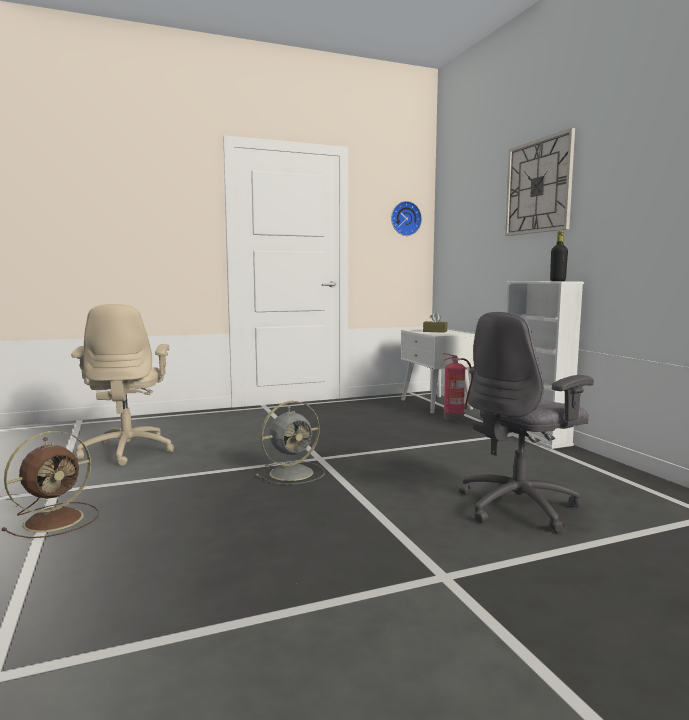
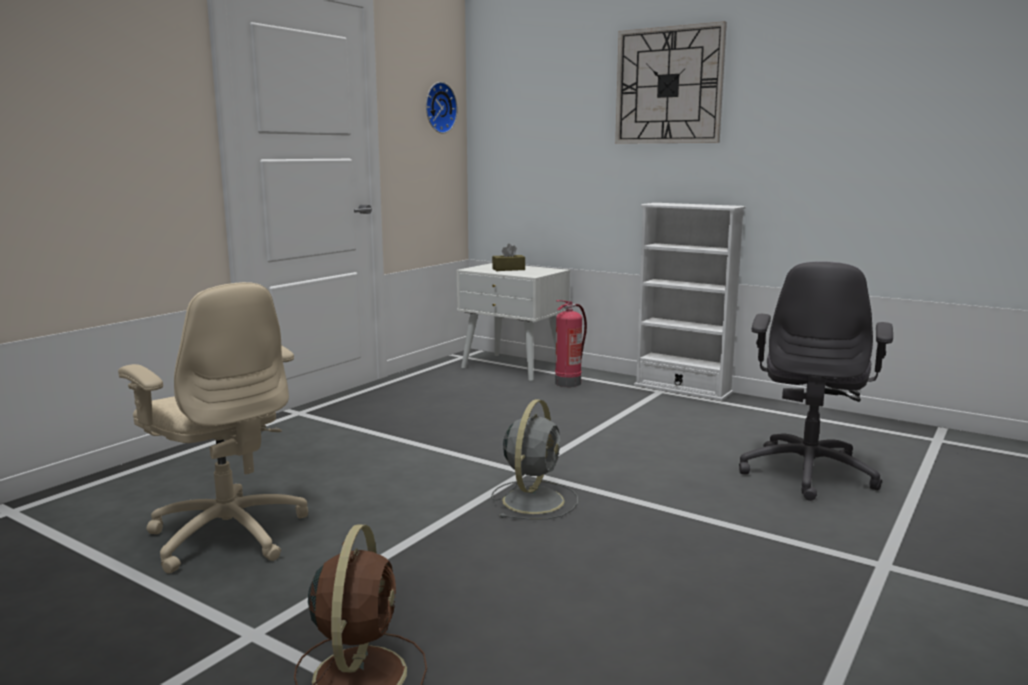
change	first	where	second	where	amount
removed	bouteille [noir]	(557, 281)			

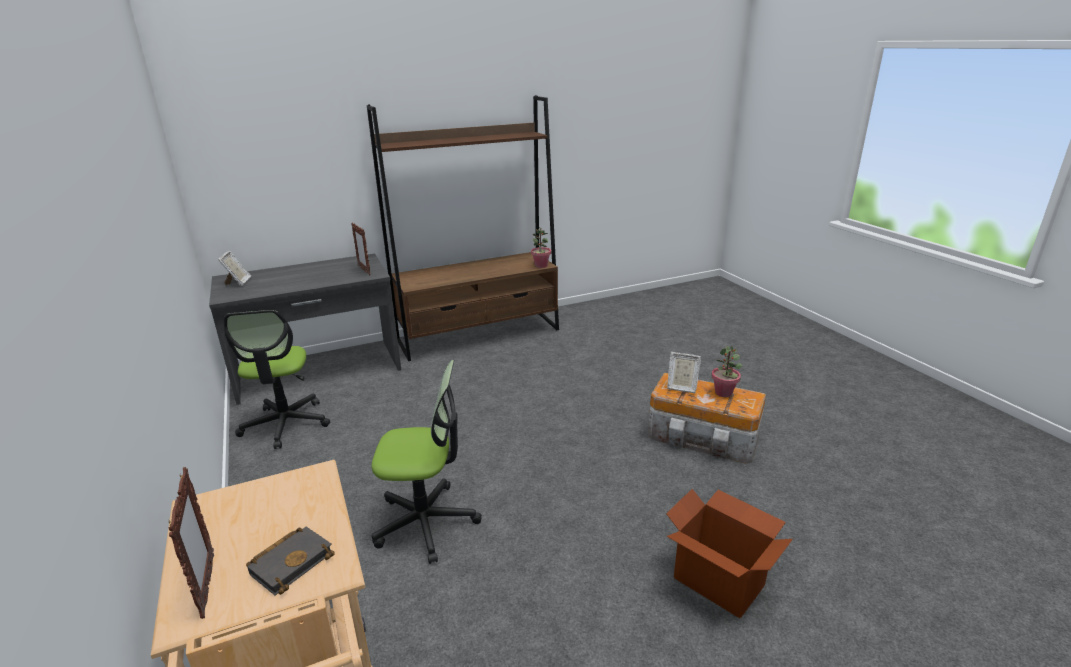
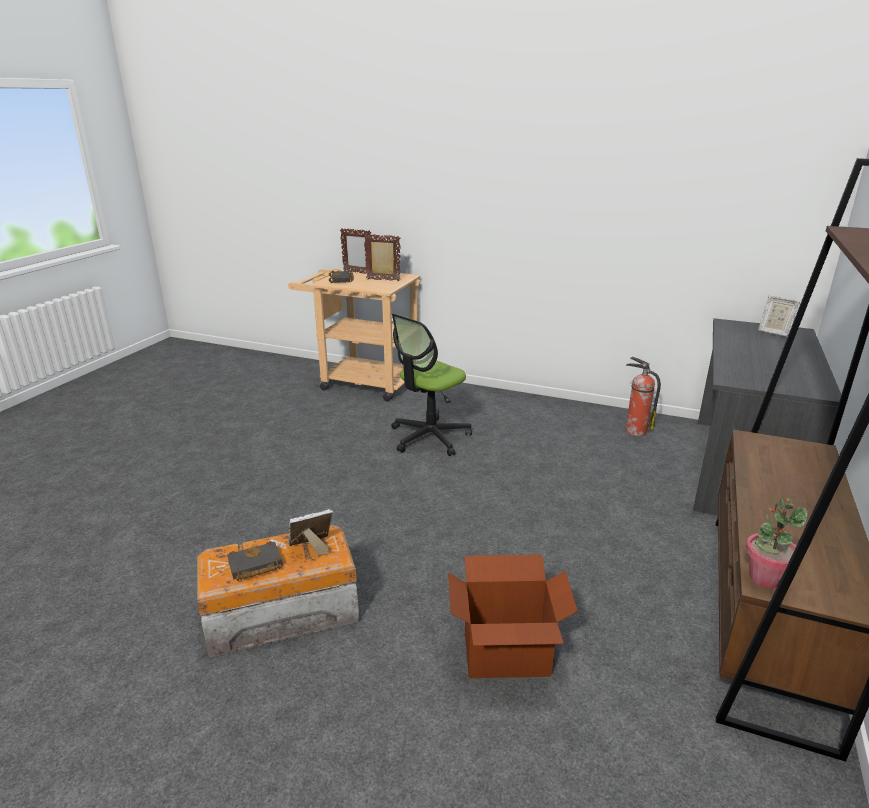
change	first	where	second	where	amount
replaced	plante en pot	(723, 393)	livre [noir]	(254, 566)	
moved	cadre photo	(364, 270)		(383, 280)	
moved	carton	(719, 581)		(506, 655)	
replaced	chaise de bureau	(285, 424)	extincteur	(634, 430)	

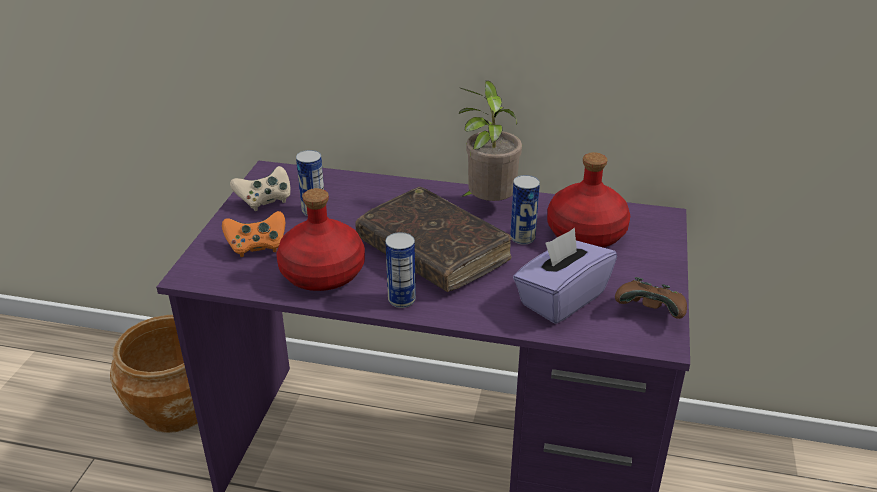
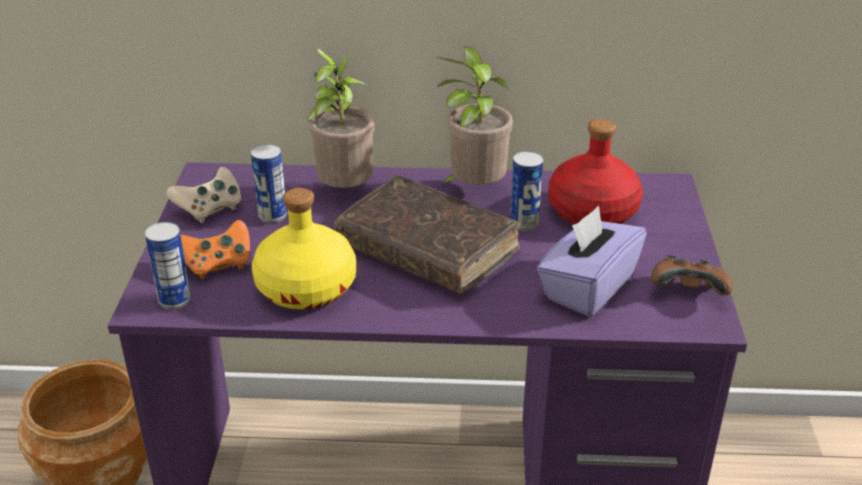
change	first	where	second	where	amount
moved	boîte métallique	(401, 300)		(174, 300)	
recoloured	bouteille [rouge]	(323, 273)	bouteille [jaune]	(307, 288)	
added			plante en pot	(344, 192)	

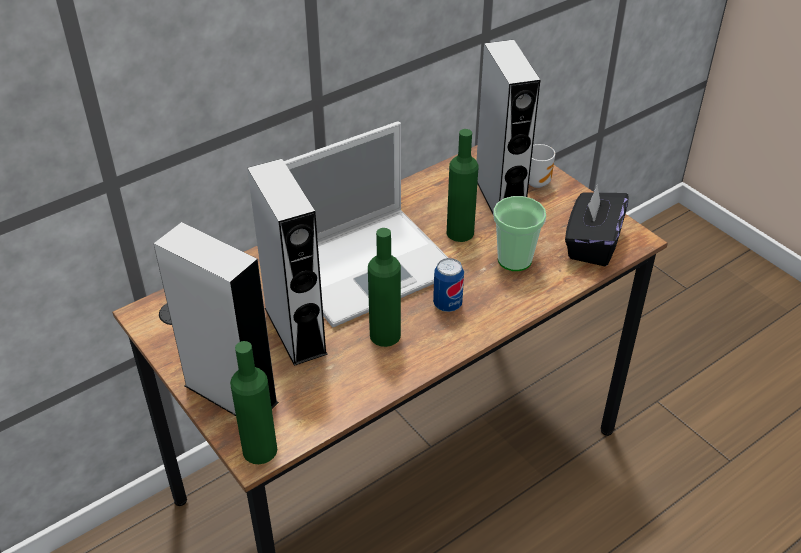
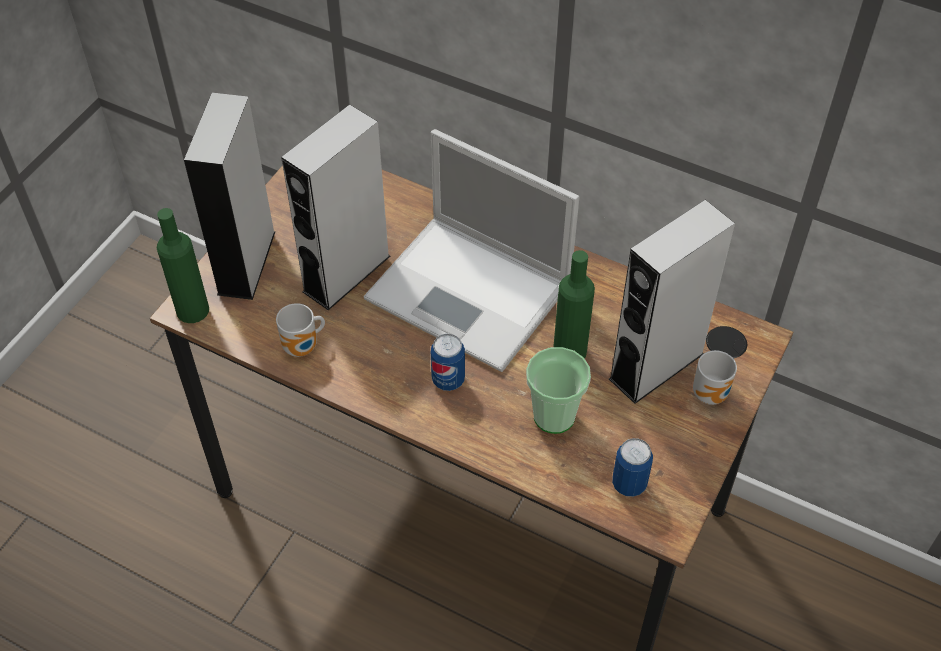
change	first	where	second	where	amount
added			mug	(303, 347)	
replaced	boîte à mouchoirs [noir]	(592, 244)	boîte métallique	(629, 484)	
removed	bouteille [vert]	(385, 335)			

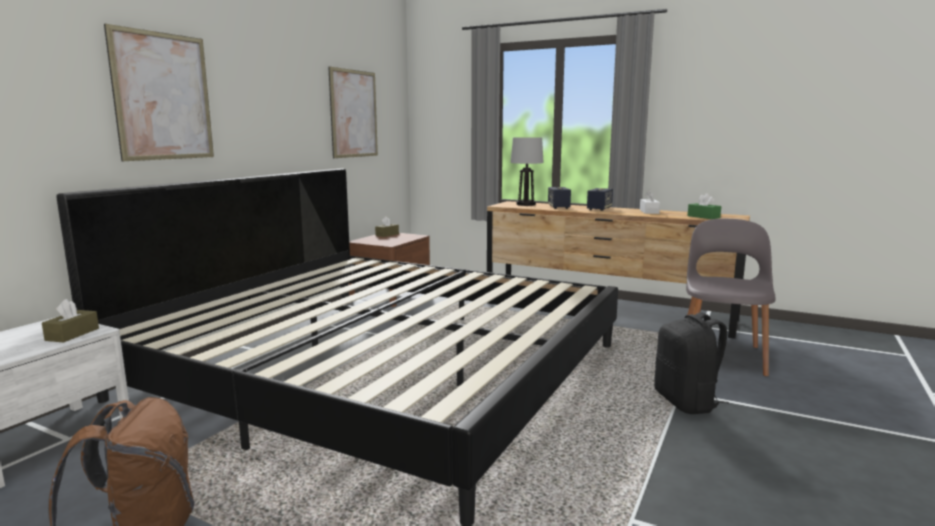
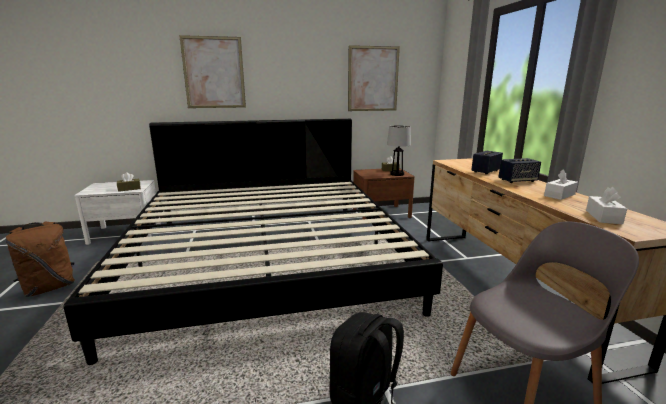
change	first	where	second	where	amount
moved	lampe de table	(525, 204)		(397, 174)	
recoloured	boîte à mouchoirs [vert]	(703, 217)	boîte à mouchoirs [blanc]	(603, 217)	

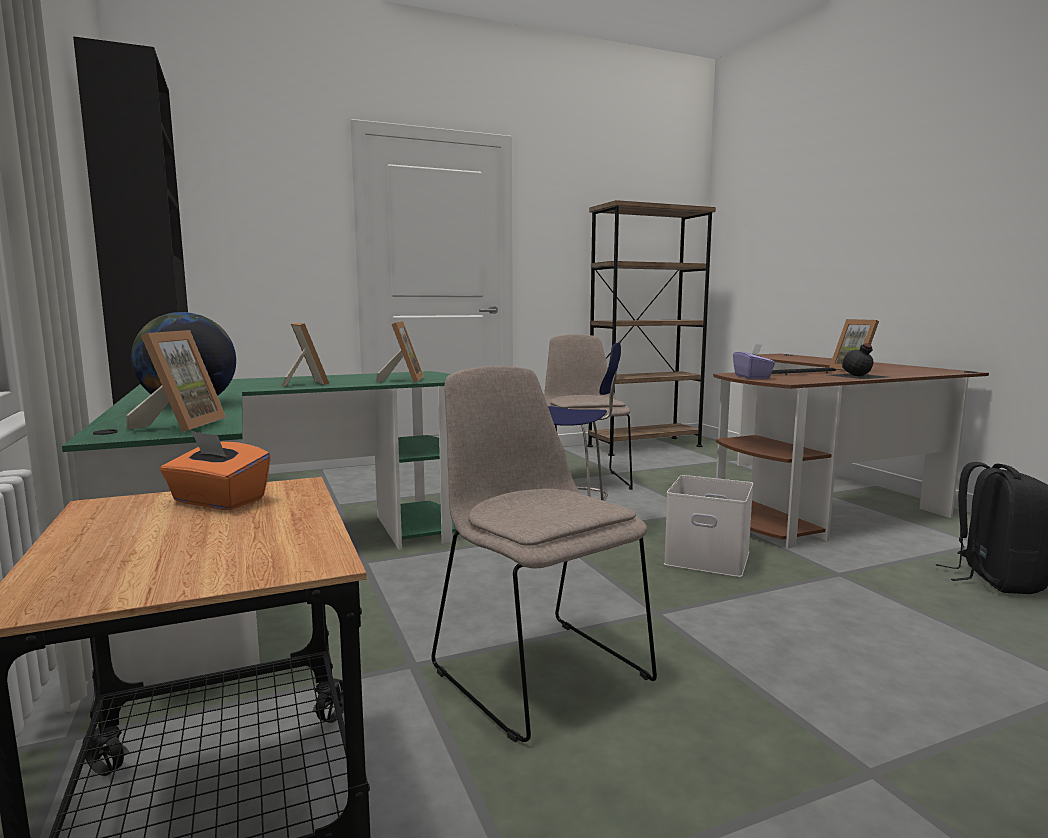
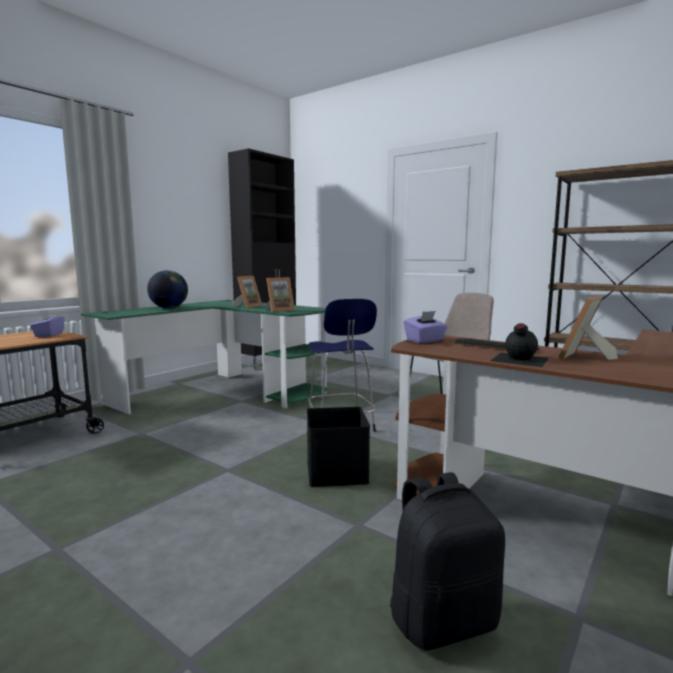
change	first	where	second	where	amount
recoloured	boîte à mouchoirs [orange]	(218, 501)	boîte à mouchoirs [violet]	(48, 335)	
recoloured	boîte de rangement [blanc]	(709, 557)	boîte de rangement [noir]	(338, 472)	
removed	cadre photo	(180, 425)			
removed	chaise [beige]	(537, 670)			

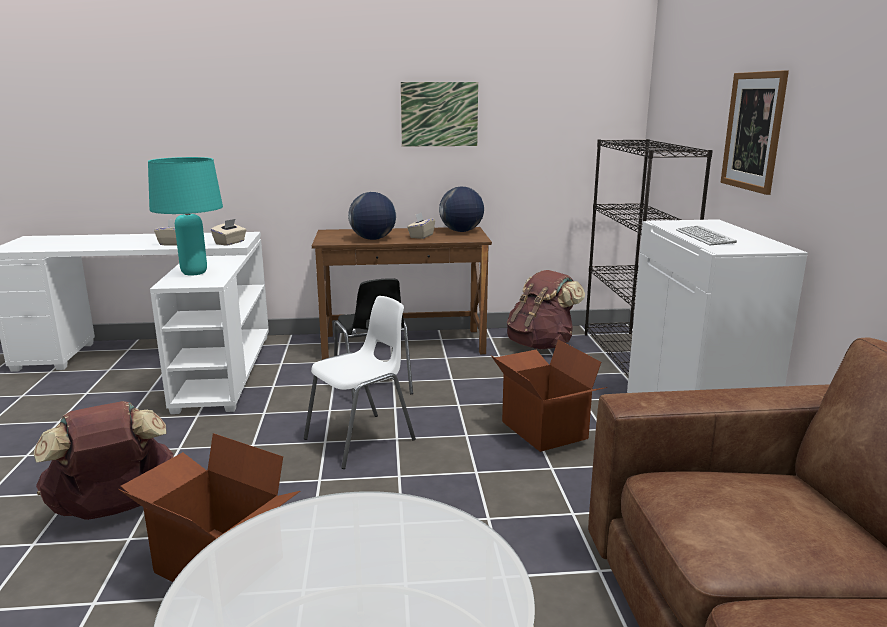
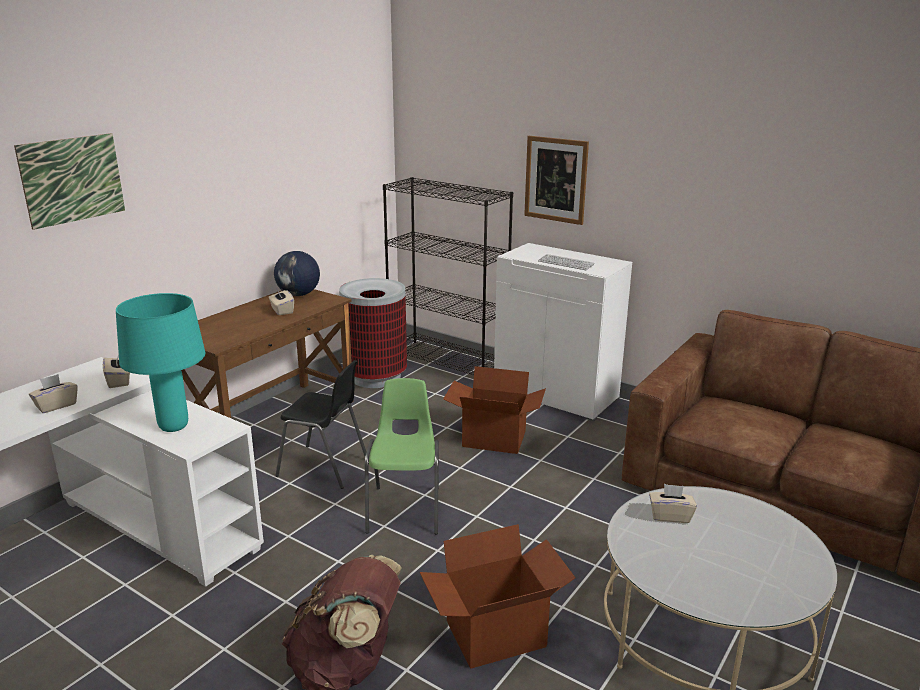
change	first	where	second	where	amount
moved	tableau	(439, 114)		(72, 179)	
replaced	sac à dos [marron]	(541, 345)	poubelle	(376, 377)	
recoloured	chaise [blanc]	(361, 440)	chaise [vert]	(405, 509)	
added			boîte à mouchoirs [beige]	(670, 516)	
removed	globe	(373, 239)			

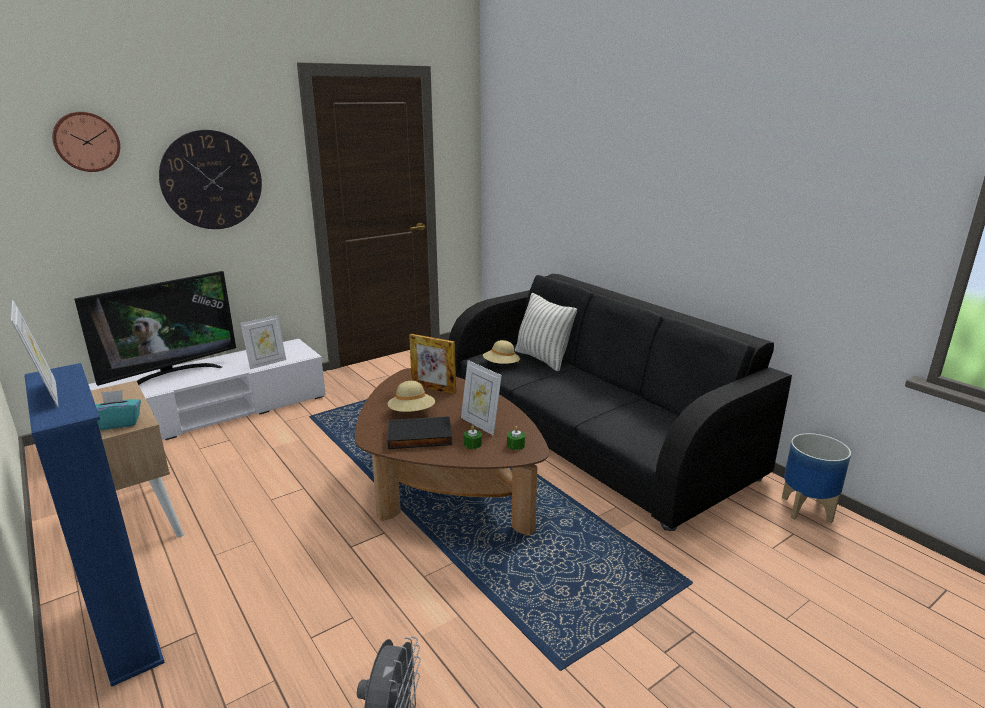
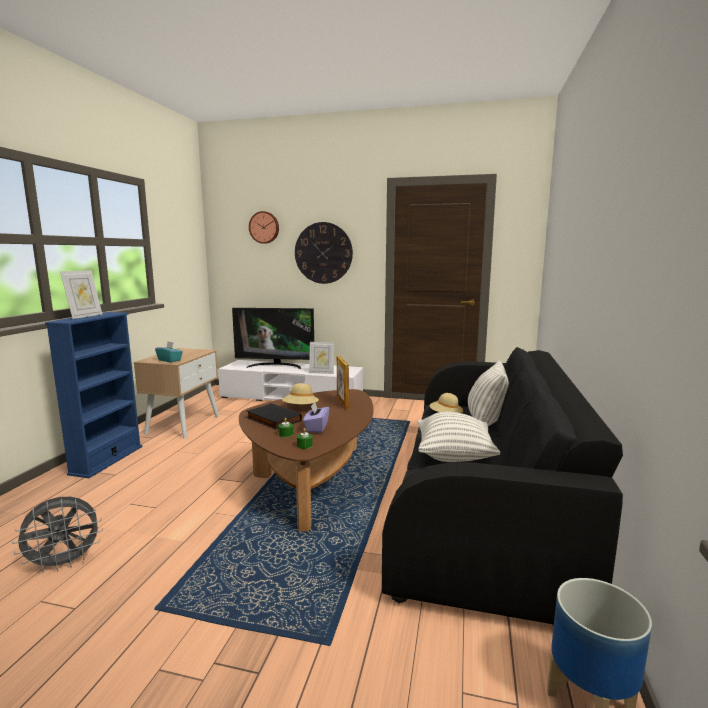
change	first	where	second	where	amount
replaced	cadre photo	(480, 424)	boîte à mouchoirs [violet]	(316, 428)	
added			coussin	(454, 456)	

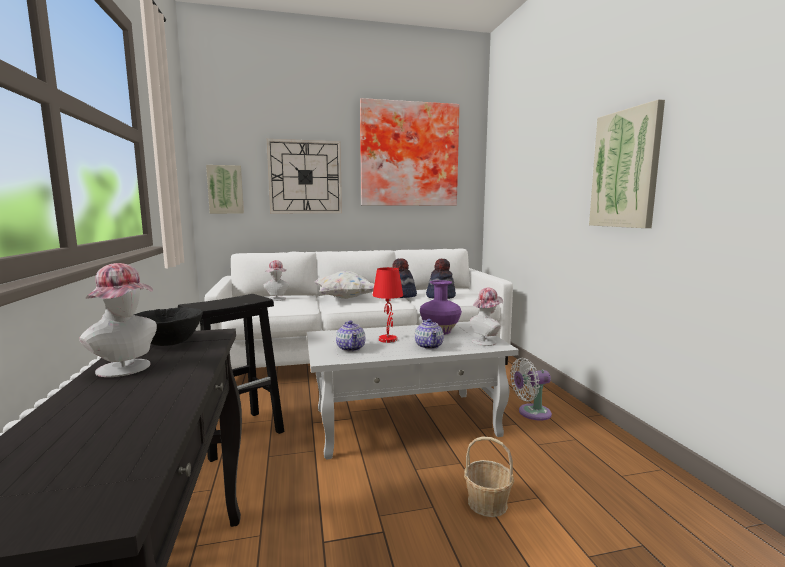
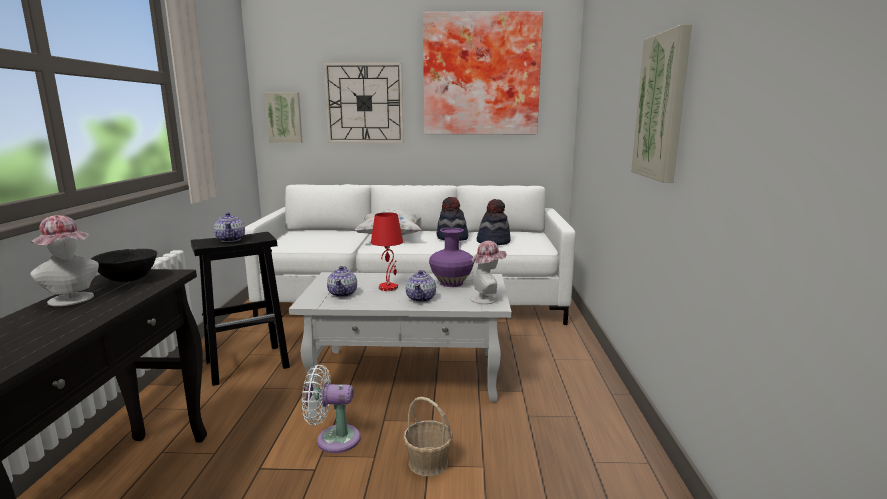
change	first	where	second	where	amount
added			théière	(231, 239)	
moved	ventilateur [blanc]	(531, 413)		(333, 439)	
removed	chapeau	(277, 299)			

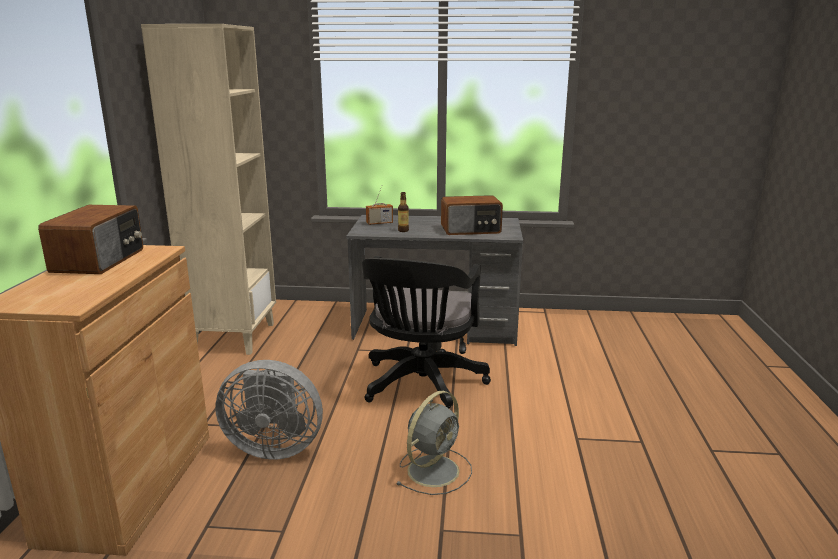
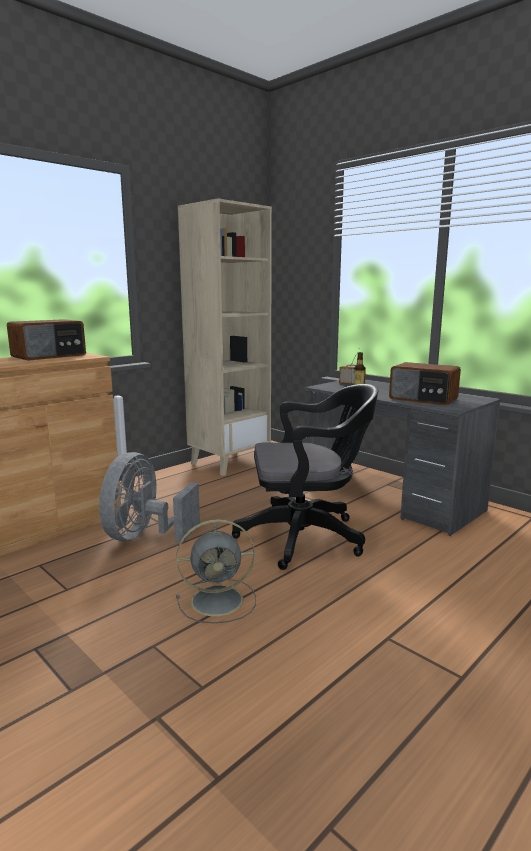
change	first	where	second	where	amount
turned	ventilateur [gris]	(273, 447)		(144, 536)	60 degrees clockwise
turned	chaise de bureau [noir]	(421, 387)		(307, 537)	150 degrees counterclockwise

